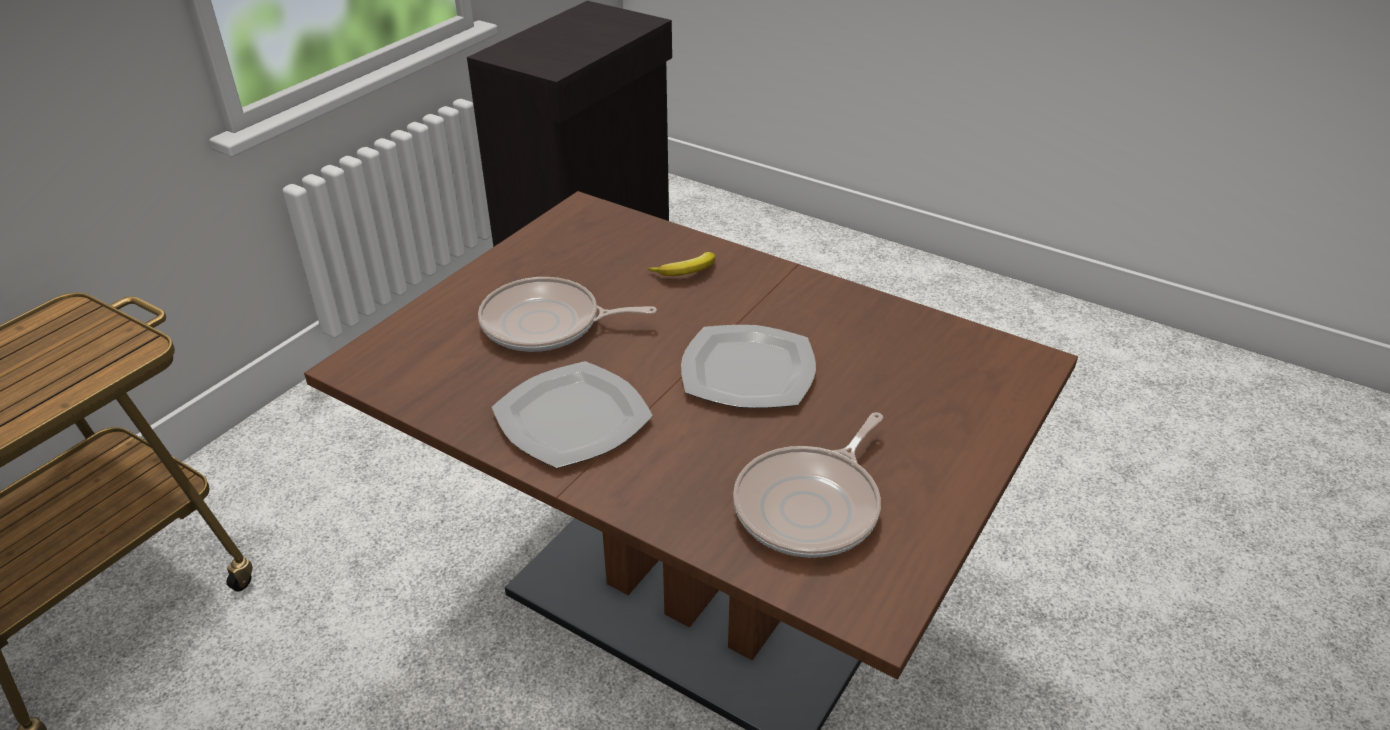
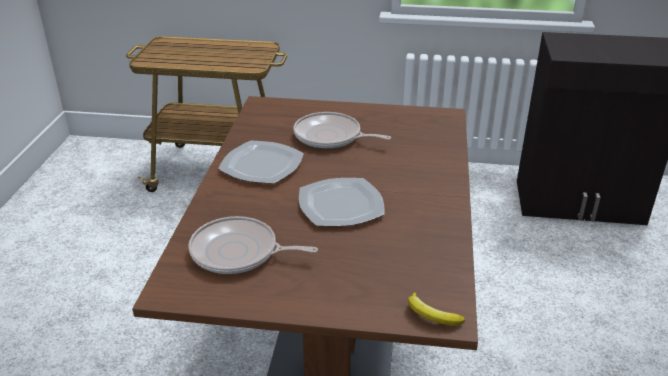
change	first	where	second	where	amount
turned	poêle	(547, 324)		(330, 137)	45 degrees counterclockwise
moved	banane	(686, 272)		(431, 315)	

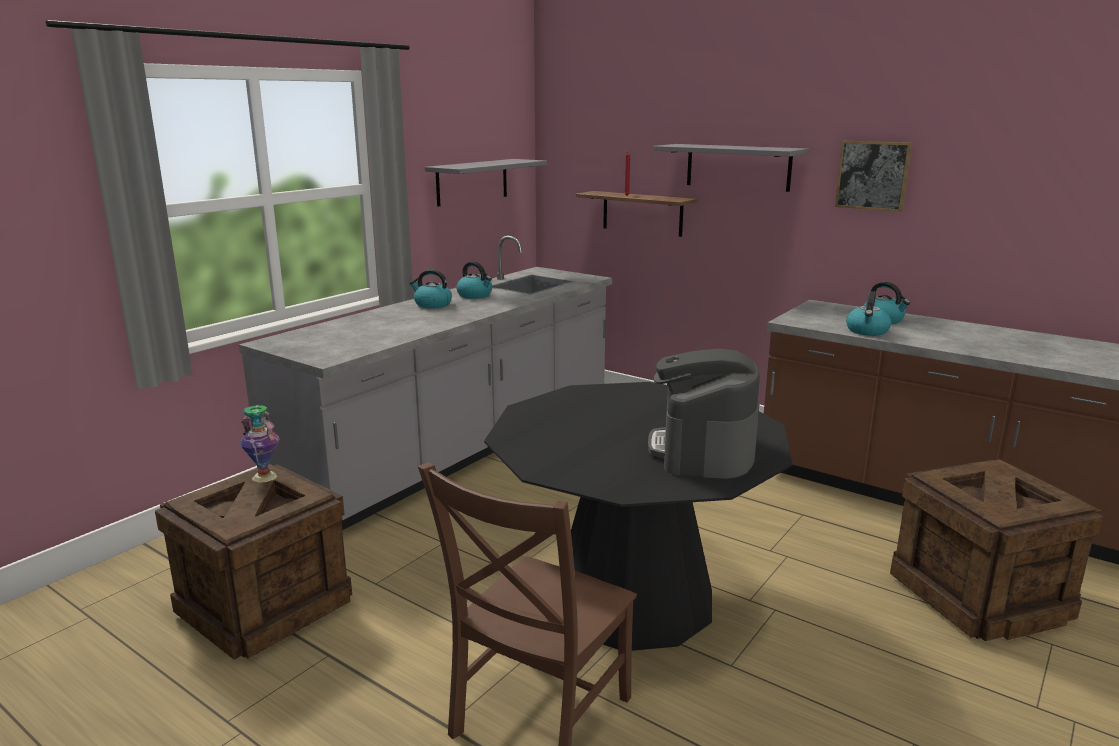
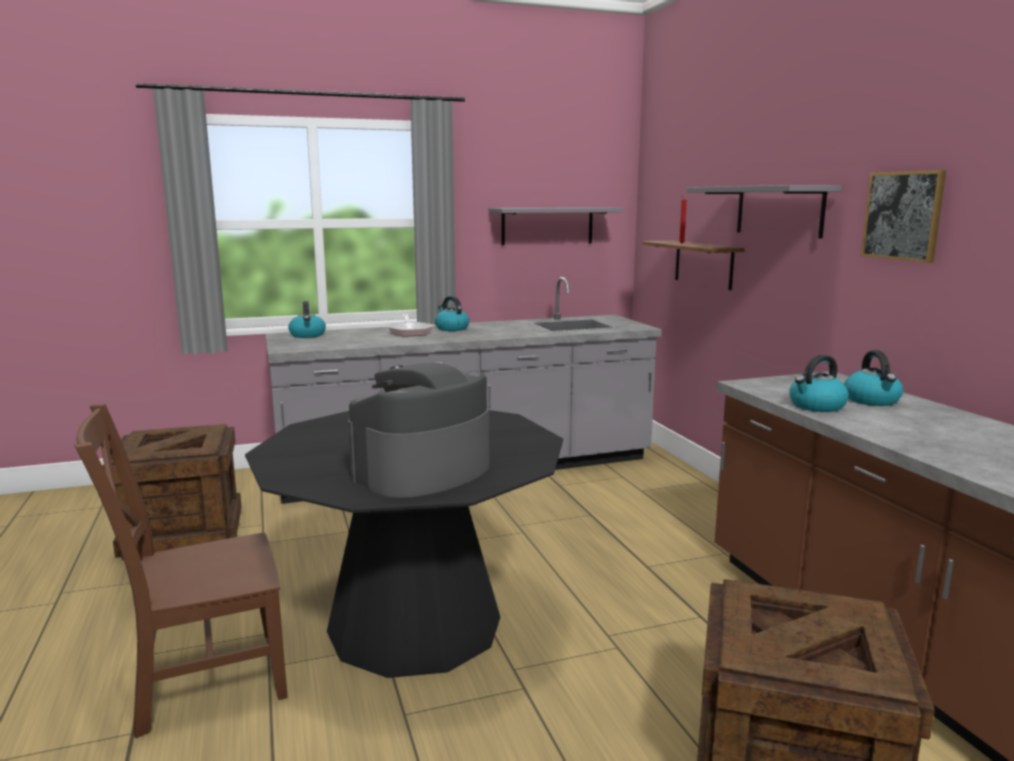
change	first	where	second	where	amount
moved	bouilloire	(475, 295)		(308, 335)	
added			poêle	(410, 332)	
removed	vase	(263, 477)			

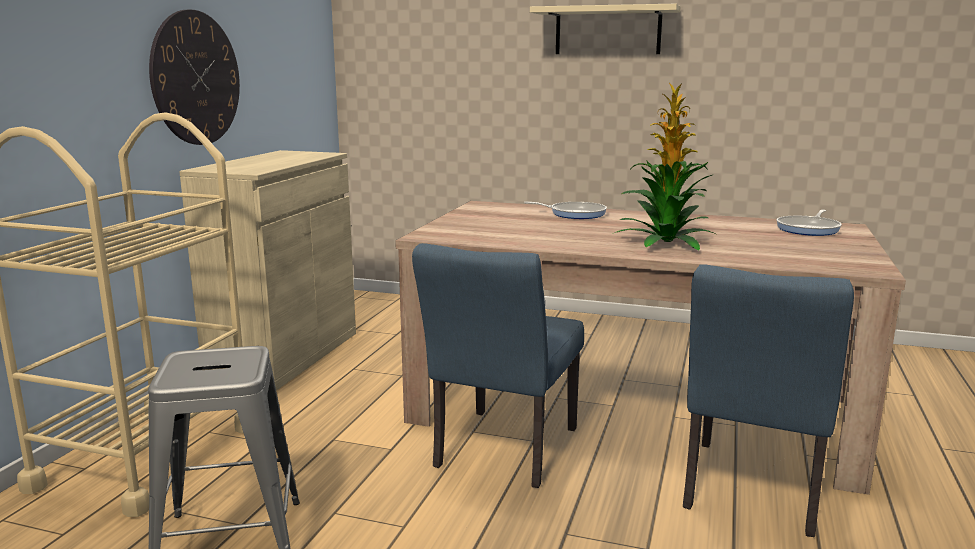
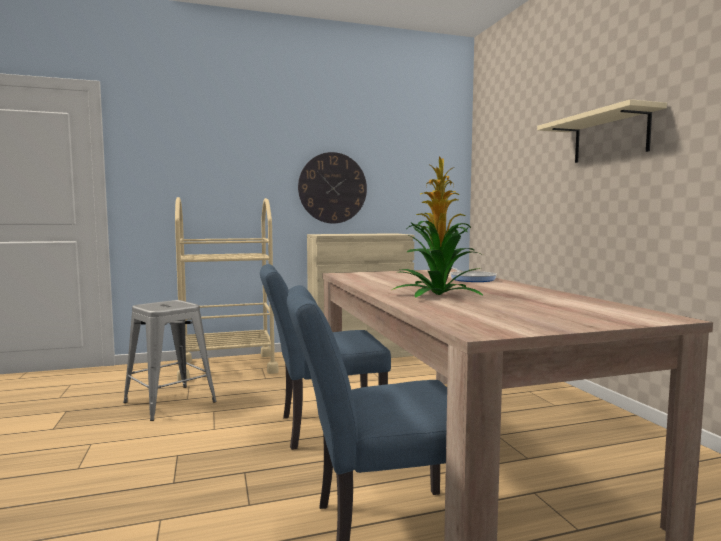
change	first	where	second	where	amount
removed	poêle	(809, 229)			

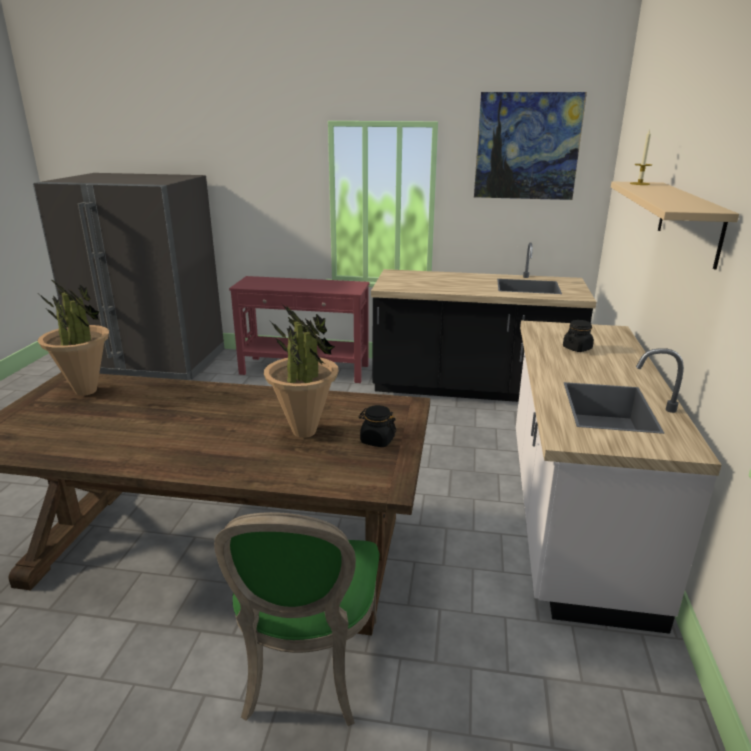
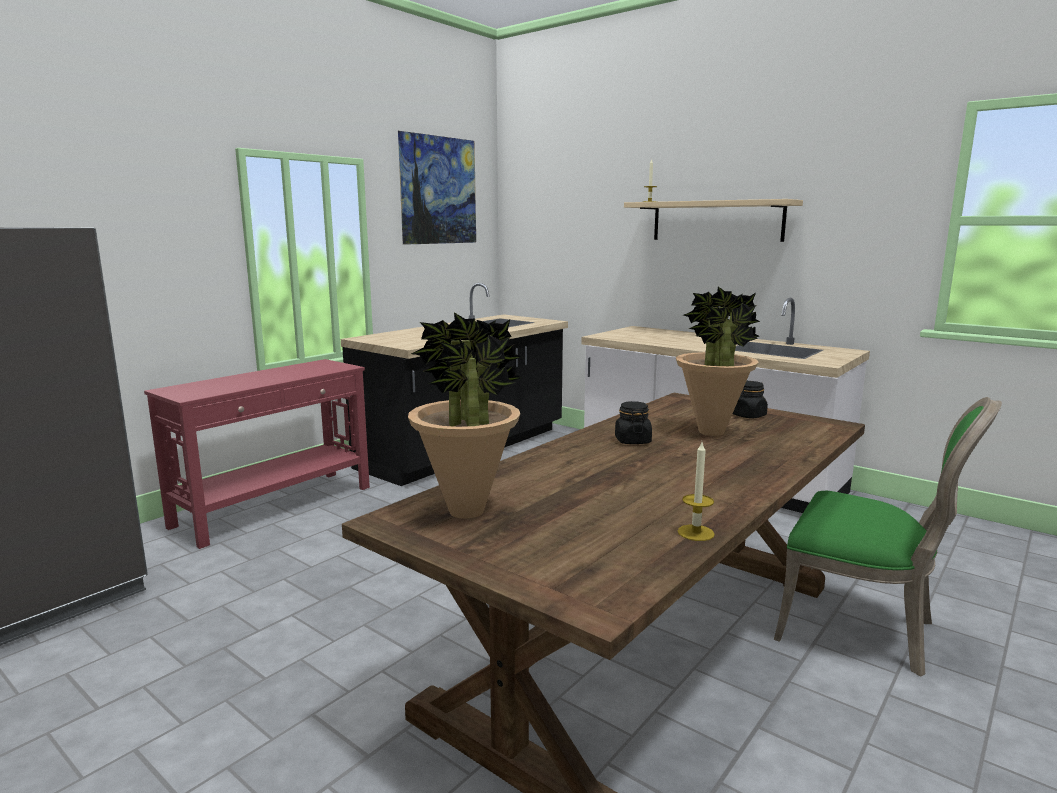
change	first	where	second	where	amount
moved	bocal [noir]	(577, 348)		(632, 441)	
added			bougie	(696, 533)	

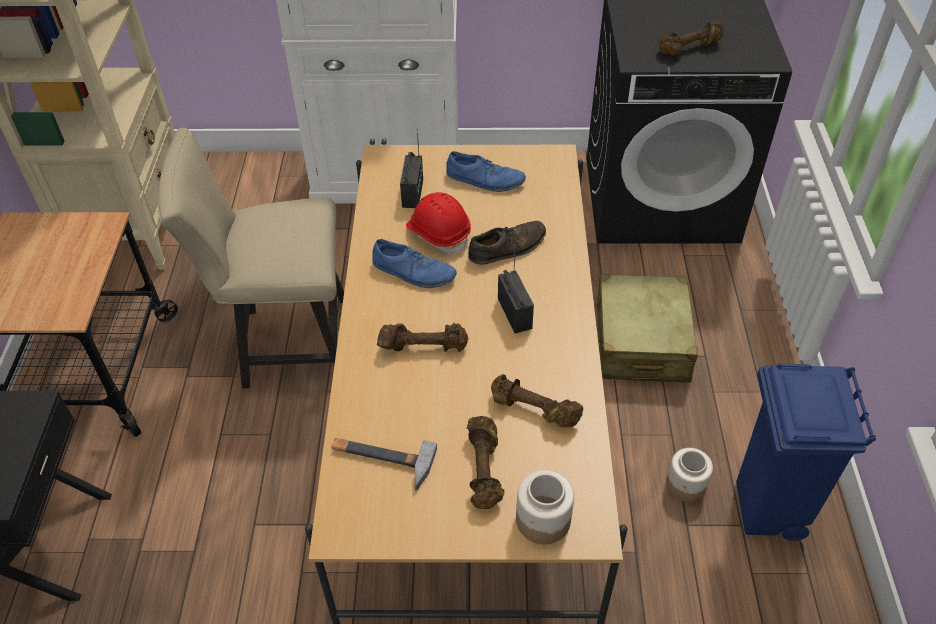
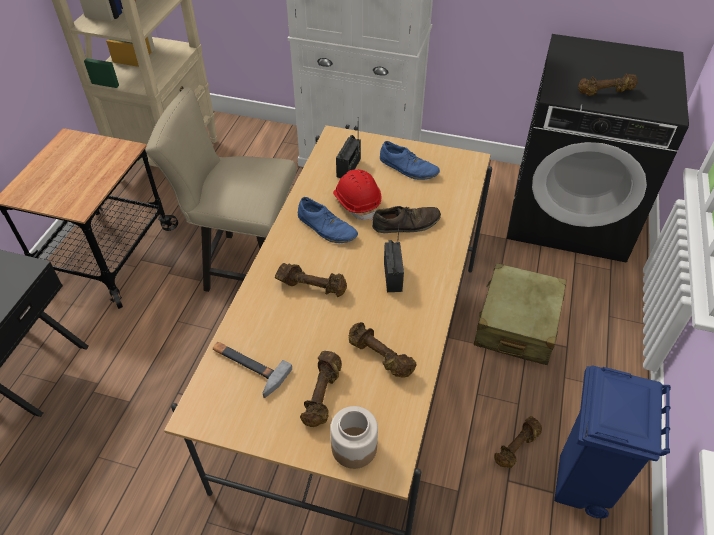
change	first	where	second	where	amount
replaced	bocal	(686, 485)	haltère [marron]	(517, 447)	

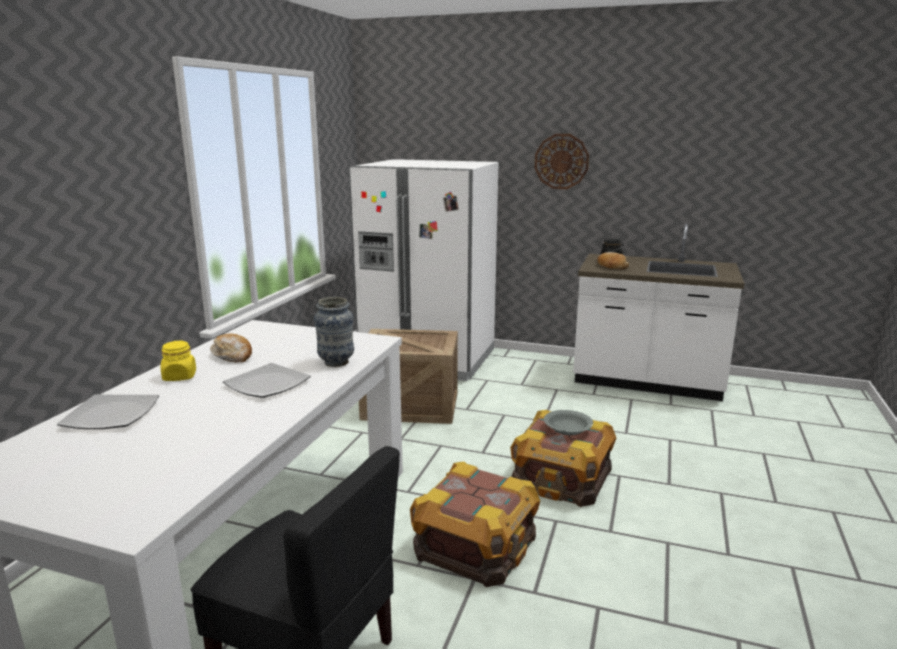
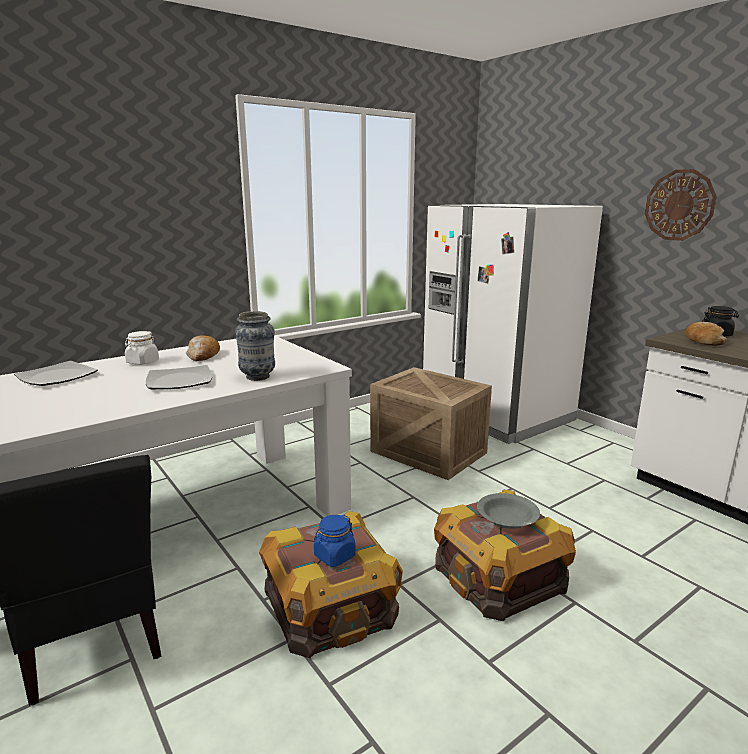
change	first	where	second	where	amount
recoloured	bocal [jaune]	(180, 377)	bocal [blanc]	(142, 362)	
added			bocal [bleu]	(334, 556)	

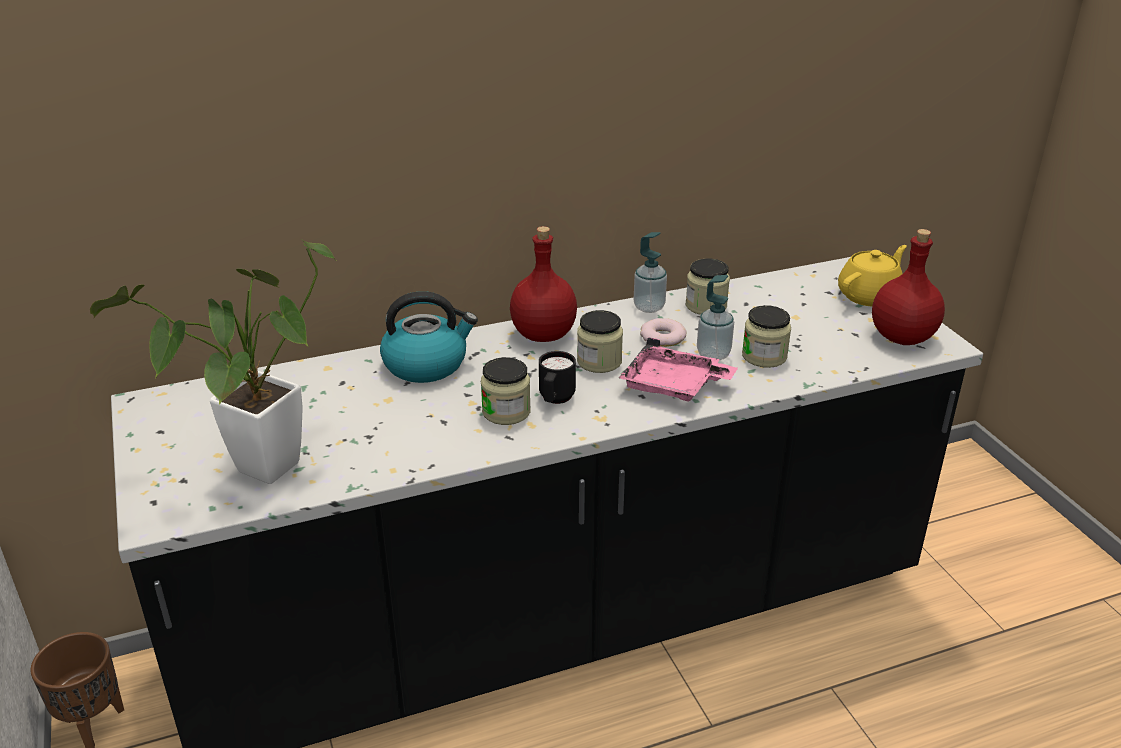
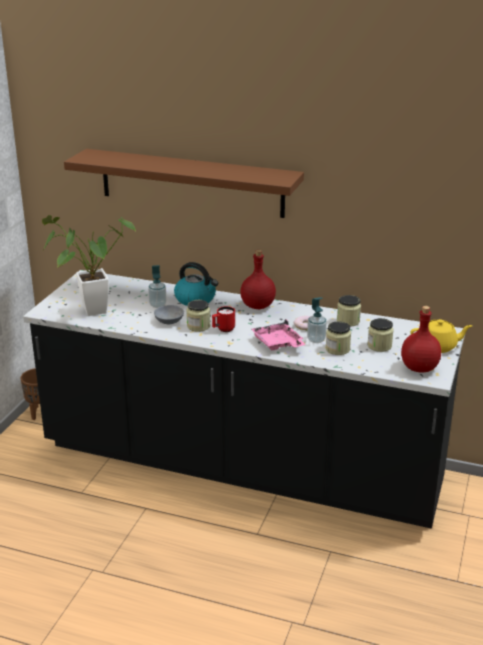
change	first	where	second	where	amount
added			étagère [marron]	(191, 183)	
moved	distributeur de savon	(649, 307)		(158, 305)	
added			bol [gris]	(168, 320)	
recoloured	mug [noir]	(555, 399)	mug [rouge]	(223, 329)	
moved	bocal	(599, 361)		(379, 346)	

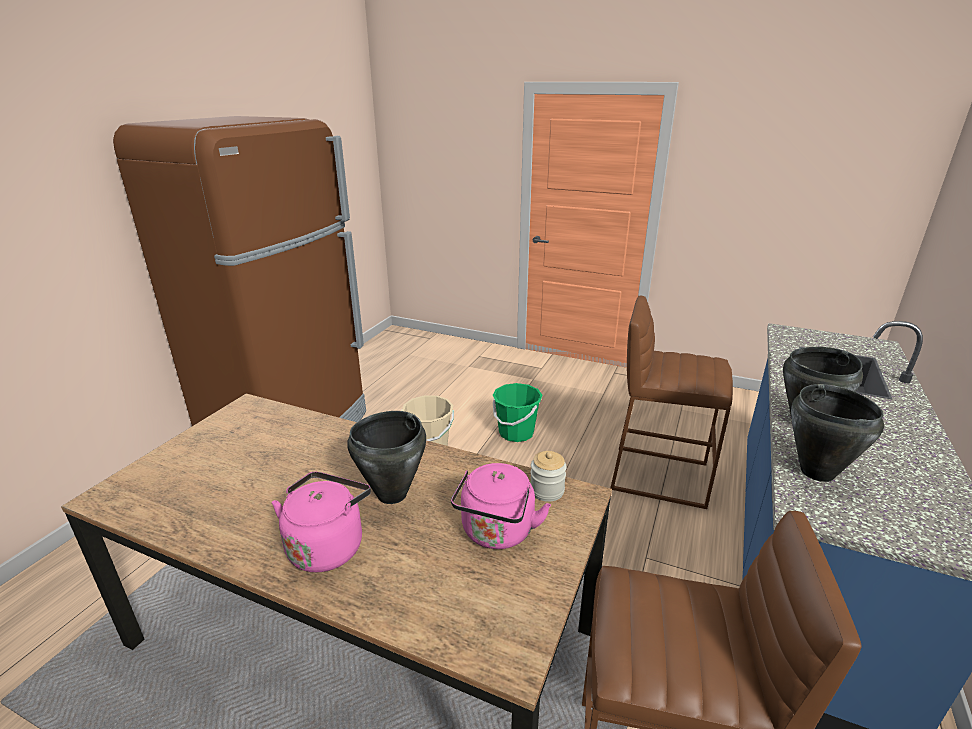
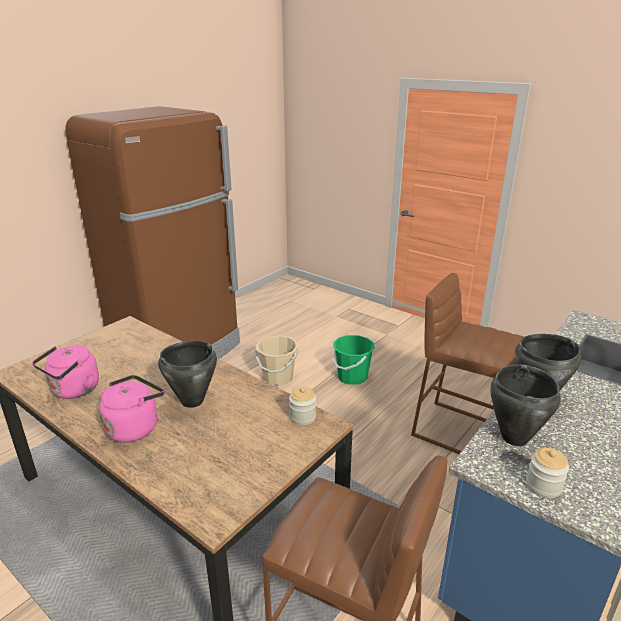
change	first	where	second	where	amount
moved	bouilloire [rose]	(497, 533)		(73, 391)	
added			bocal	(543, 486)	

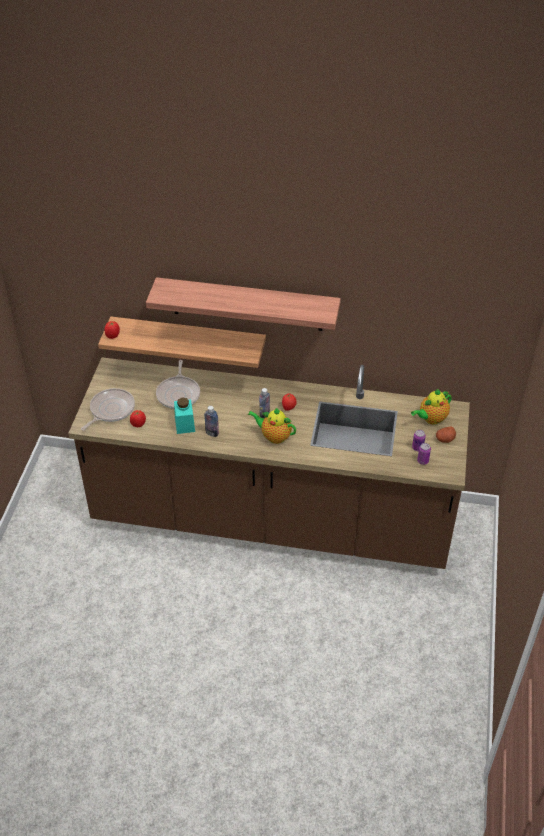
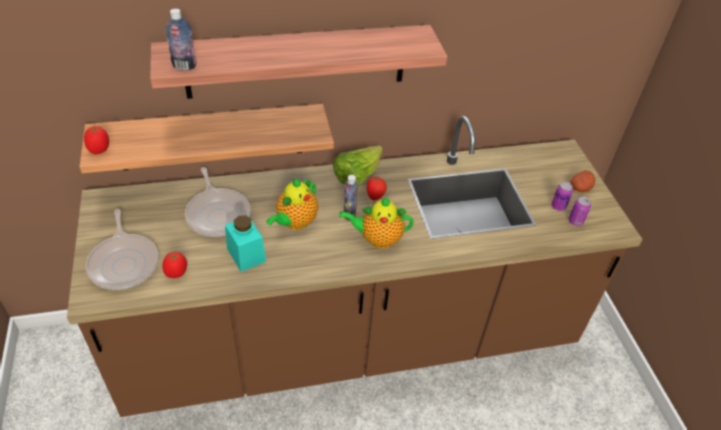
change	first	where	second	where	amount
turned	poêle	(110, 410)		(124, 262)	150 degrees clockwise
moved	bouteille	(212, 433)		(184, 66)	
moved	théière	(431, 419)		(295, 222)	
added			laitue	(357, 176)	

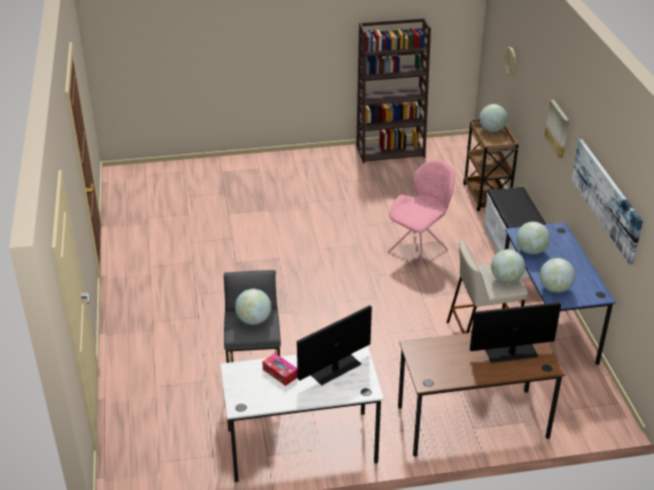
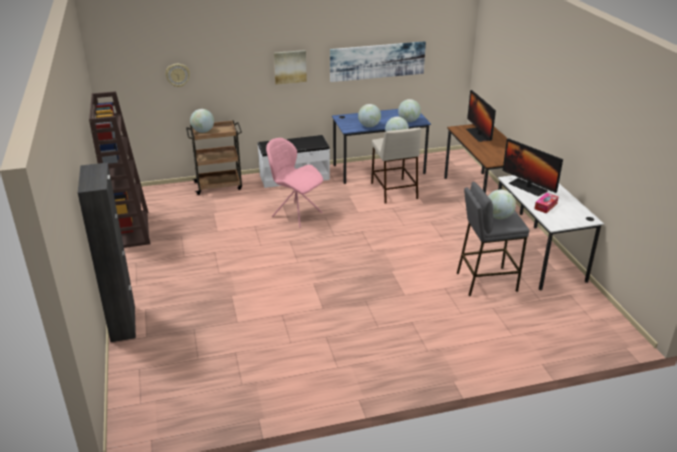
change	first	where	second	where	amount
added			meuble de rangement [noir]	(123, 323)	

